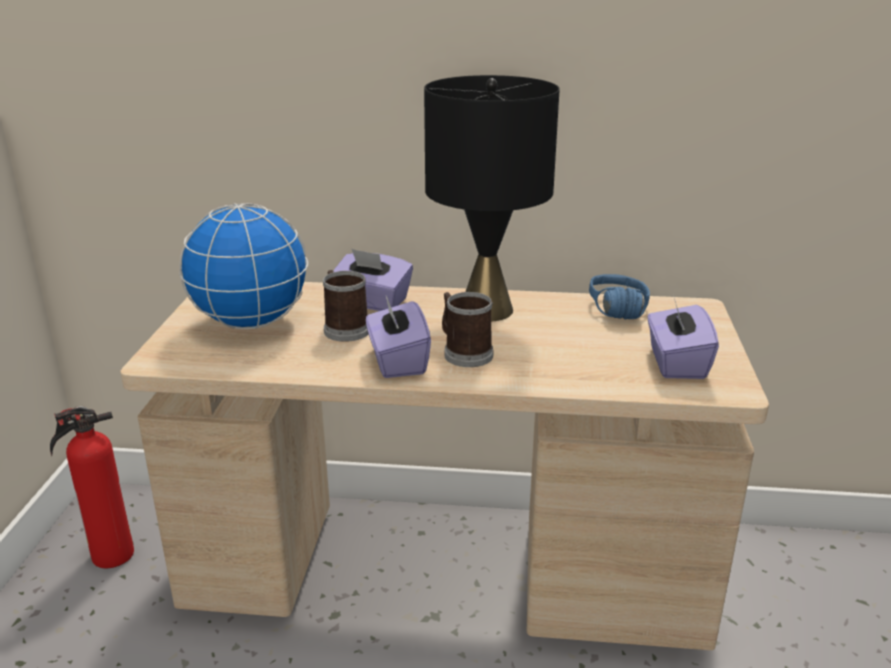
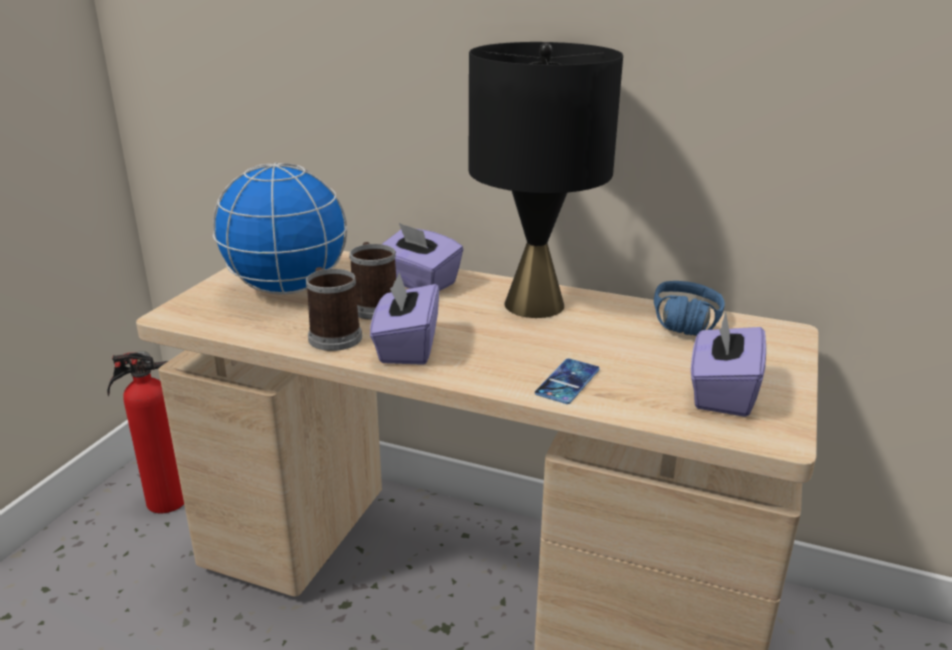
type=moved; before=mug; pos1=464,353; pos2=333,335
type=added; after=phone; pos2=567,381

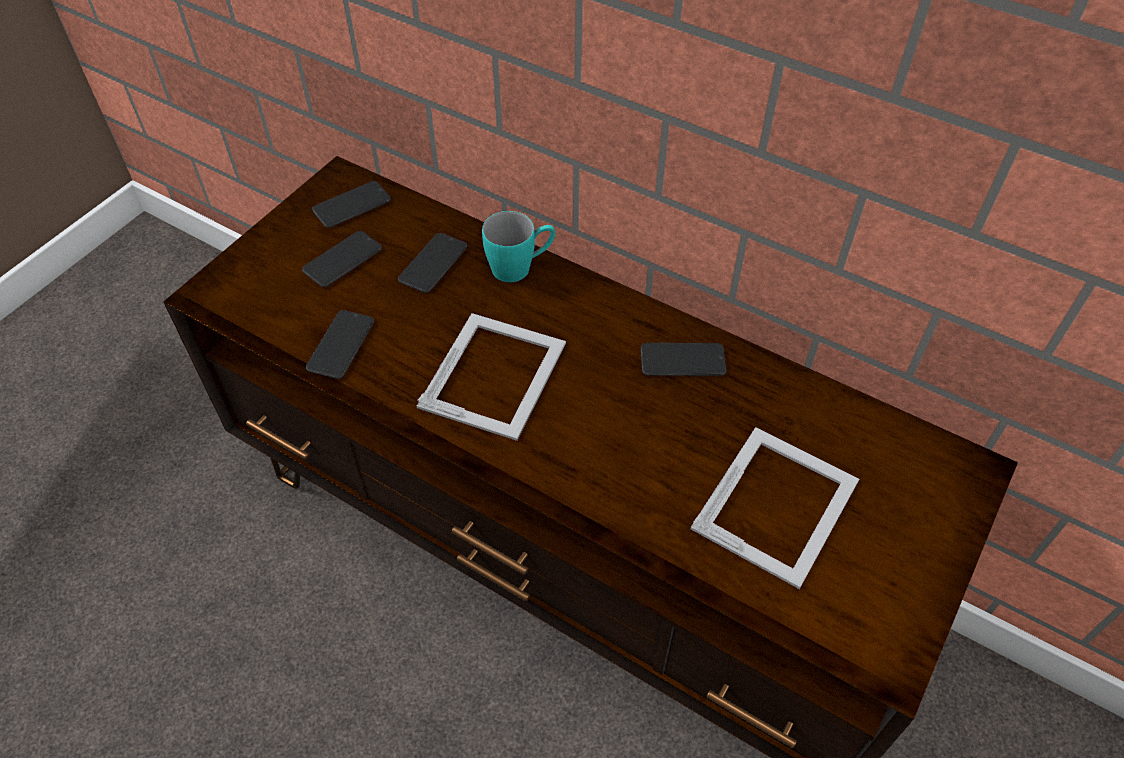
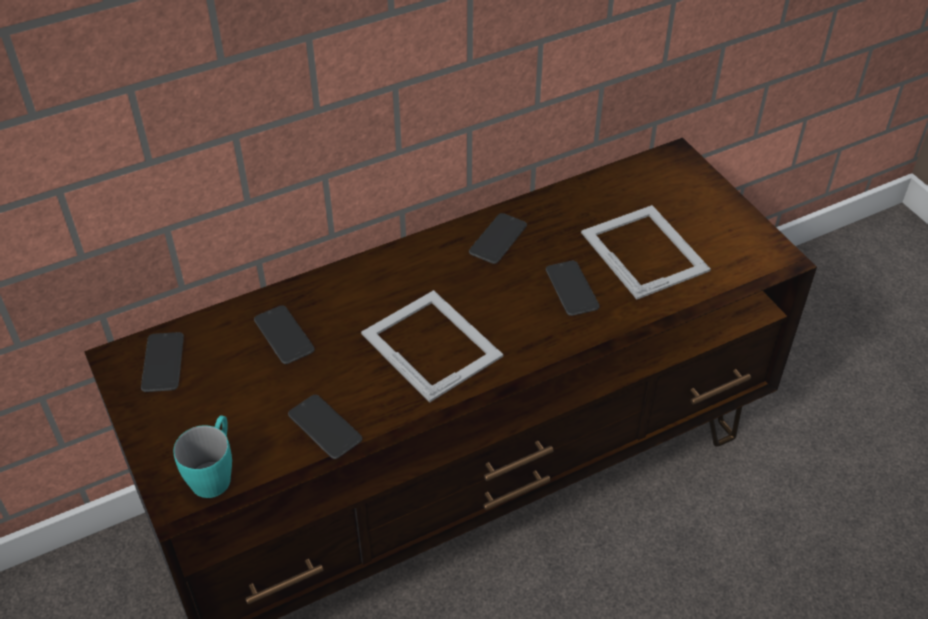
type=moved; before=blue-green mug; pos1=520,267; pos2=215,472
type=moved; before=phone; pos1=342,260; pos2=572,289

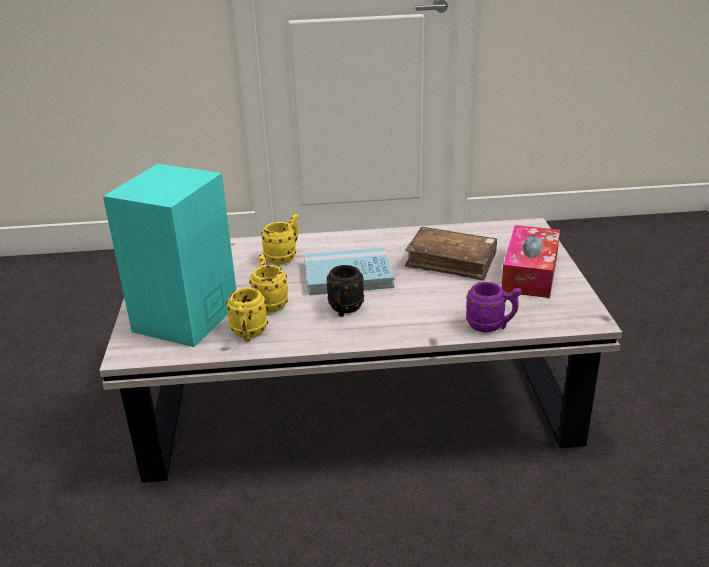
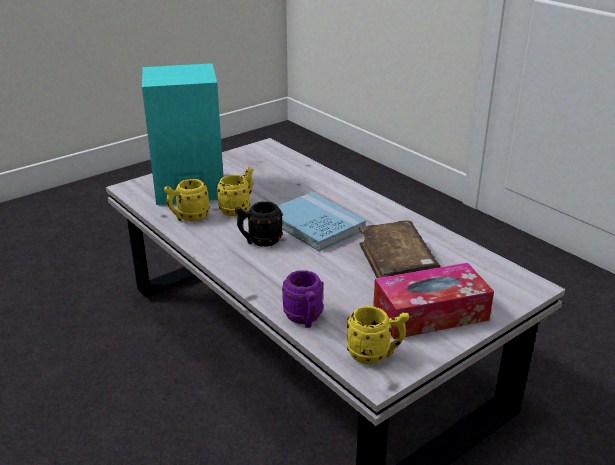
type=moved; before=yellow-coloured mug; pos1=284,257; pos2=375,355

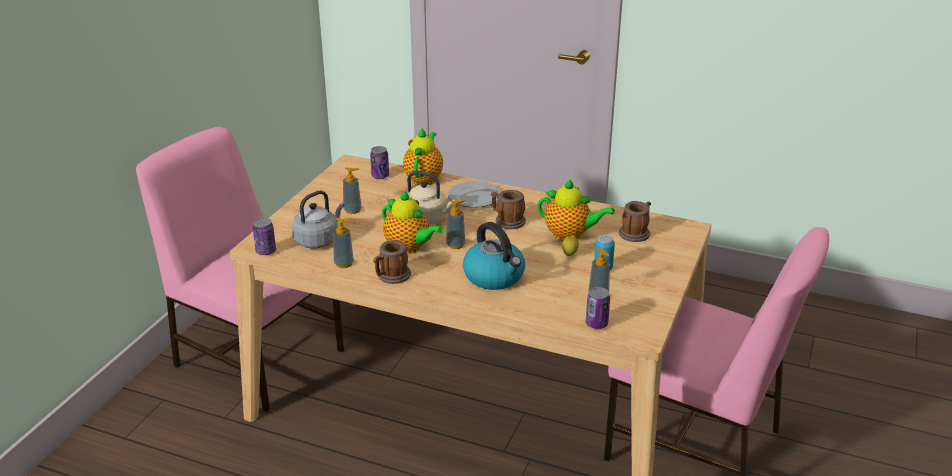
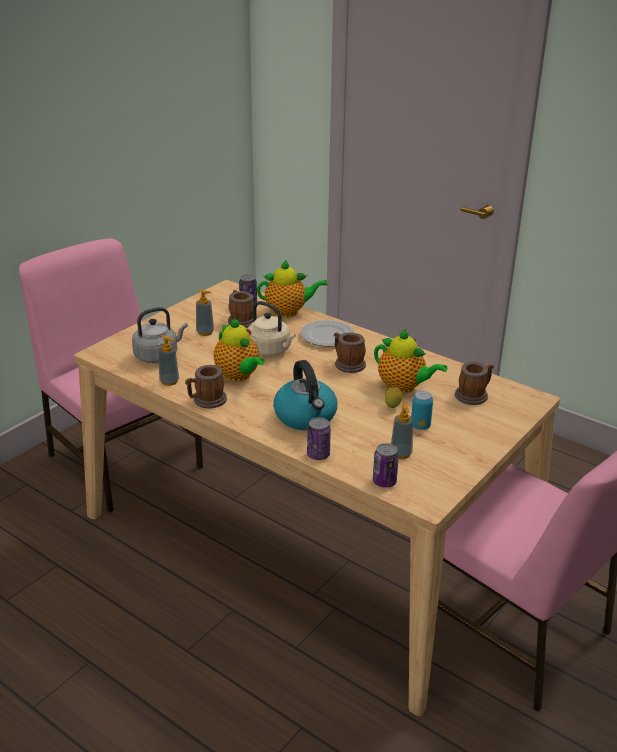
type=turned; before=pot for tea; pos1=424,178; pos2=288,312; turn=60
type=removed; before=soap dispenser; pos1=455,245
type=moved; before=metal can; pos1=266,251; pos2=318,455
type=added; after=mug; pos2=240,320

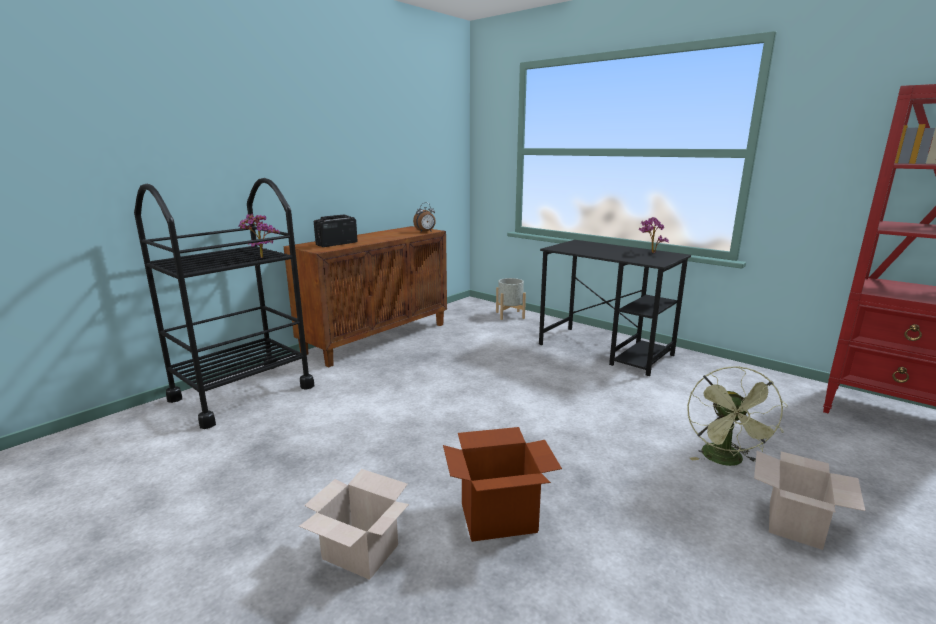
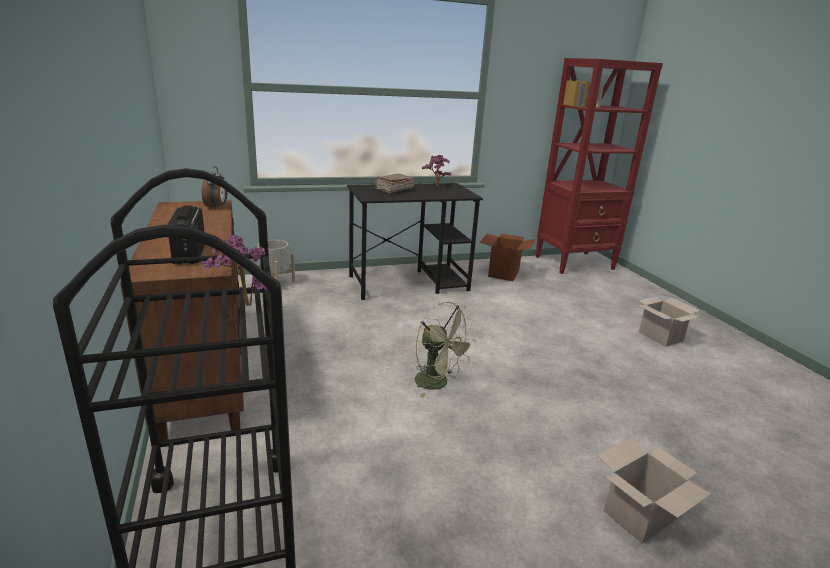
type=moved; before=greenish fan; pos1=726,461; pos2=438,383
type=moved; before=cardboard box; pos1=499,518; pos2=503,273
type=added; after=brown book; pos2=394,189

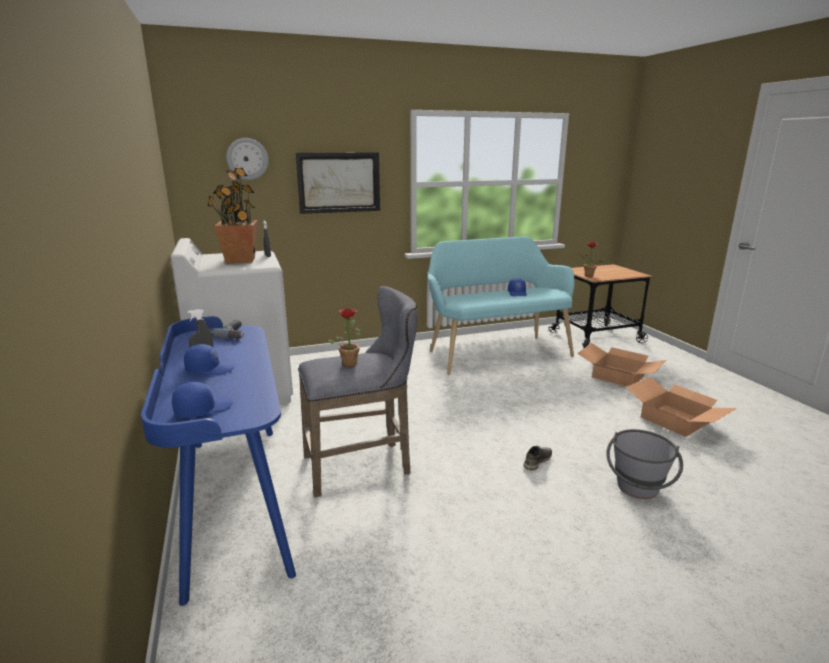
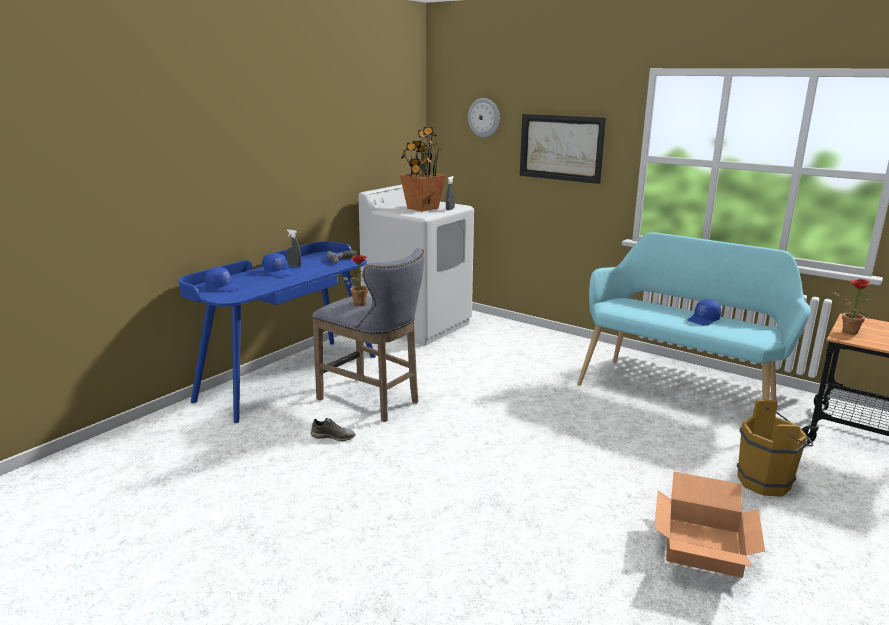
type=replaced; before=cardboard box; after=brown pail; pos1=619,376; pos2=768,483
type=removed; before=grey pail; pos1=637,492
type=moved; before=grey shoe; pos1=536,461; pos2=333,436

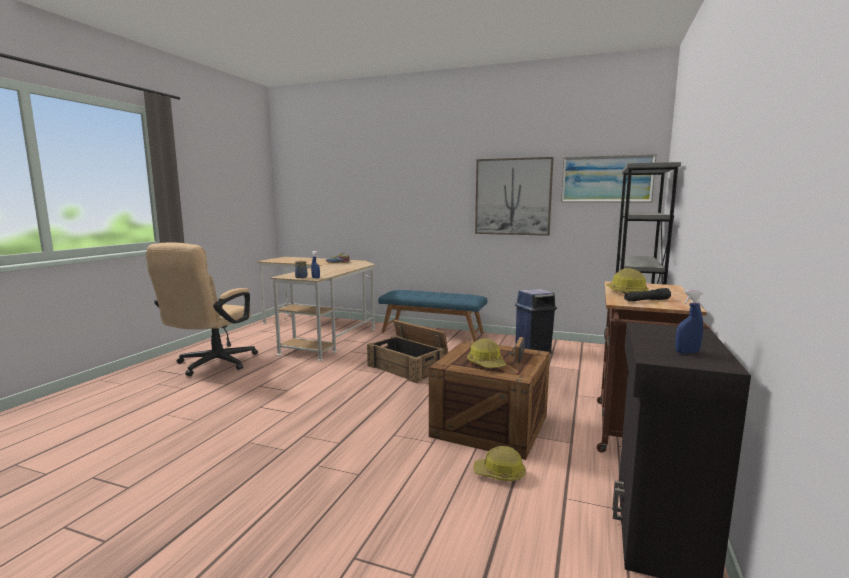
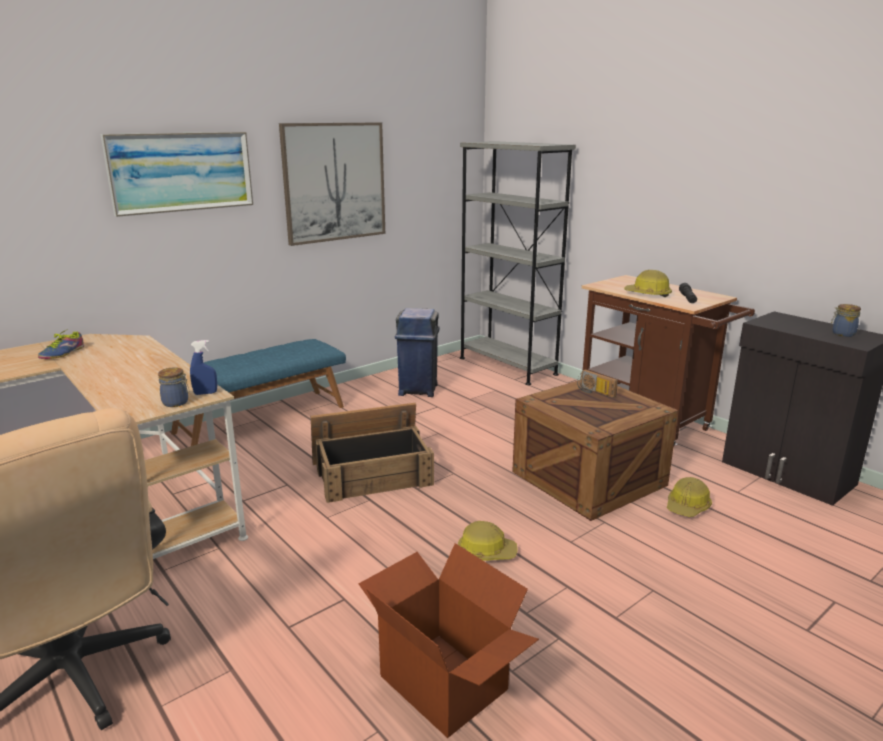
type=moved; before=wall art; pos1=606,179; pos2=181,172
type=replaced; before=blue-coloured hand sprayer; after=storage jar; pos1=687,352; pos2=842,334
type=moved; before=safety helmet; pos1=486,363; pos2=486,552
type=added; after=cardboard box; pos2=445,681

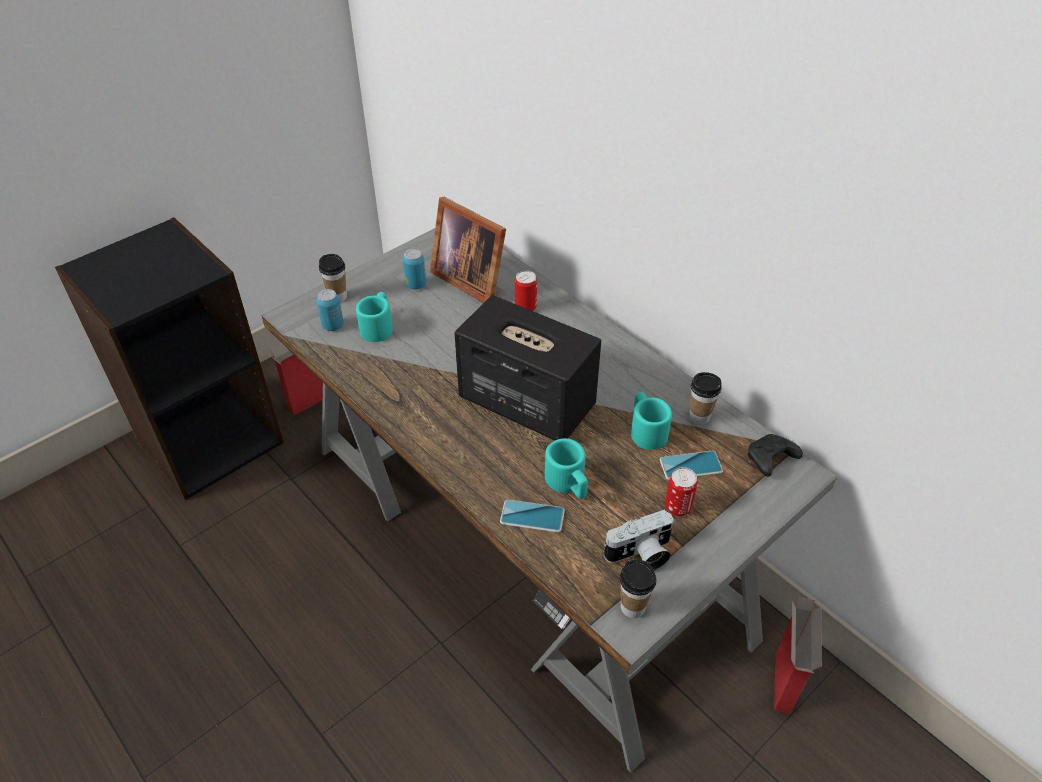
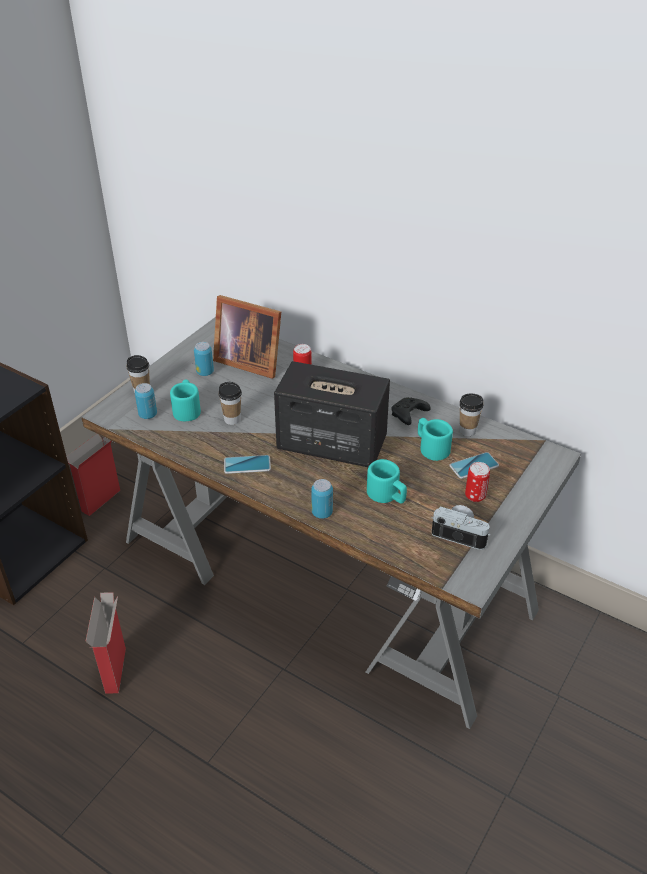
type=moved; before=black gamepad; pos1=770,460; pos2=408,416
type=moved; before=phone; pos1=532,516; pos2=247,465
type=turned; before=still camera; pos1=640,555; pos2=460,534; turn=-120
type=moved; before=drinking cup; pos1=633,607; pos2=232,419
type=moved; before=cardboard box; pos1=782,684; pos2=115,671
type=added; after=metal can; pos2=322,513

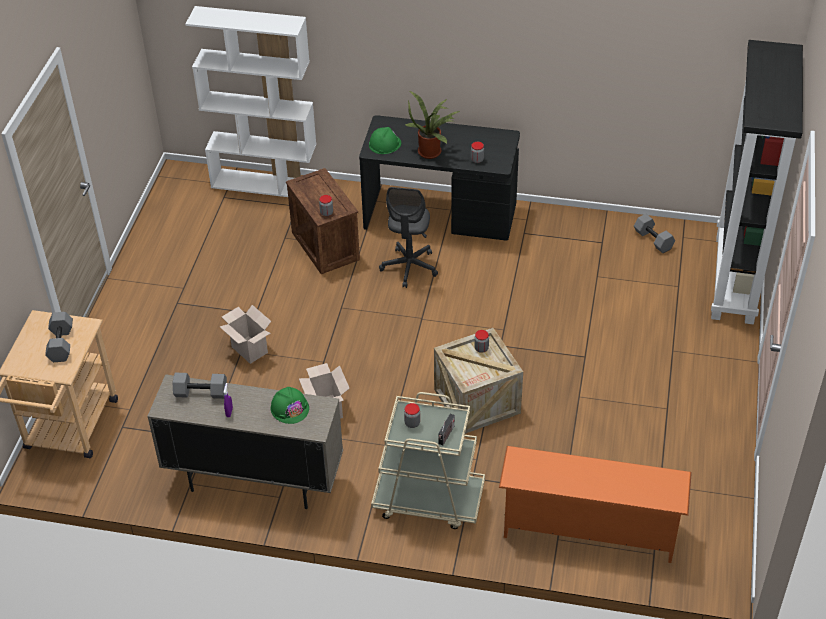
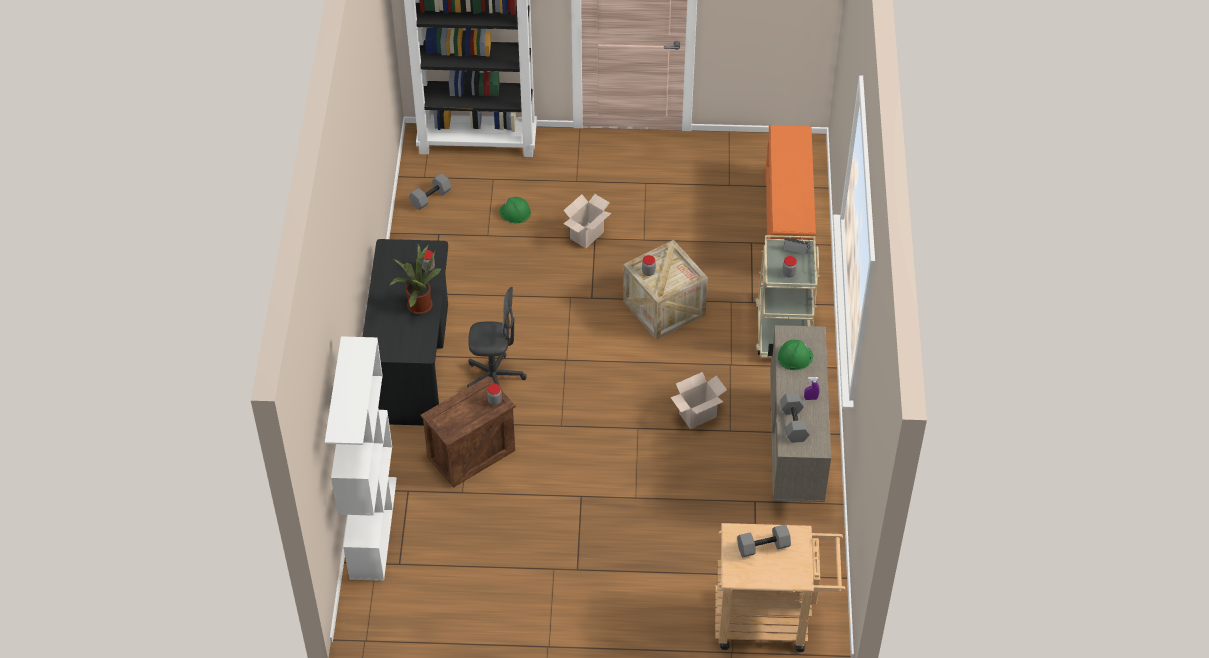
type=moved; before=greenish safety helmet; pos1=384,144; pos2=515,212
type=moved; before=cardboard box; pos1=248,350; pos2=587,236

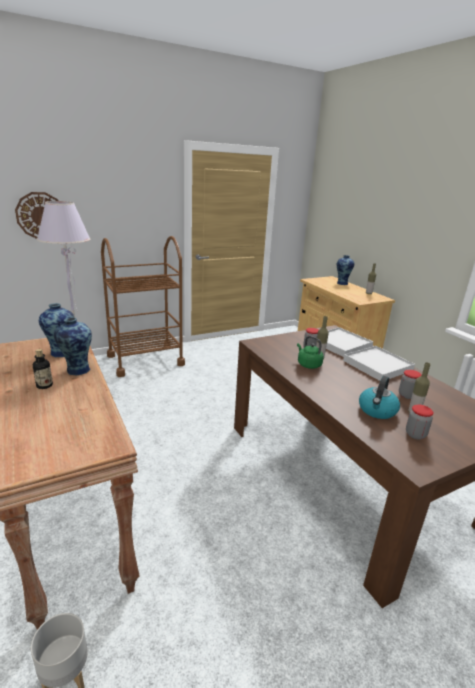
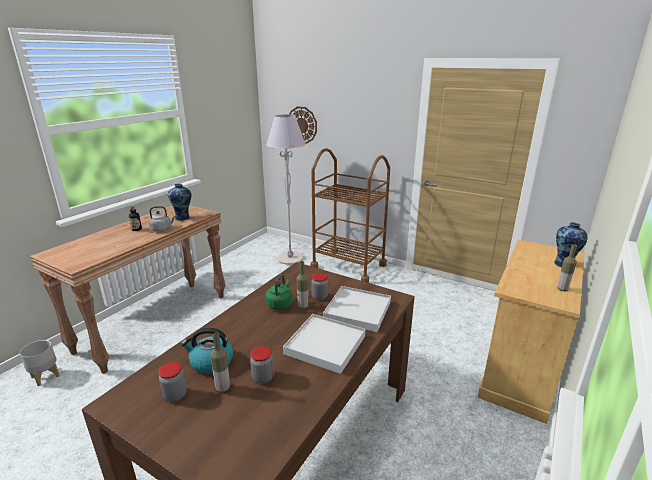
type=replaced; before=decorative vase; after=grey kettle; pos1=77,370; pos2=162,229

